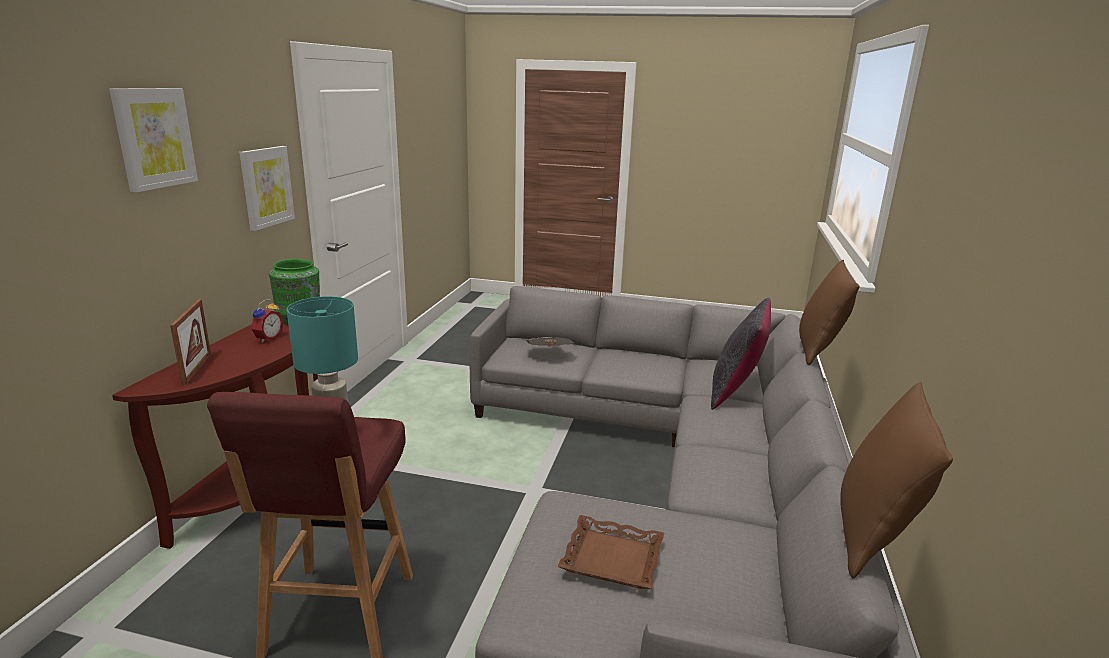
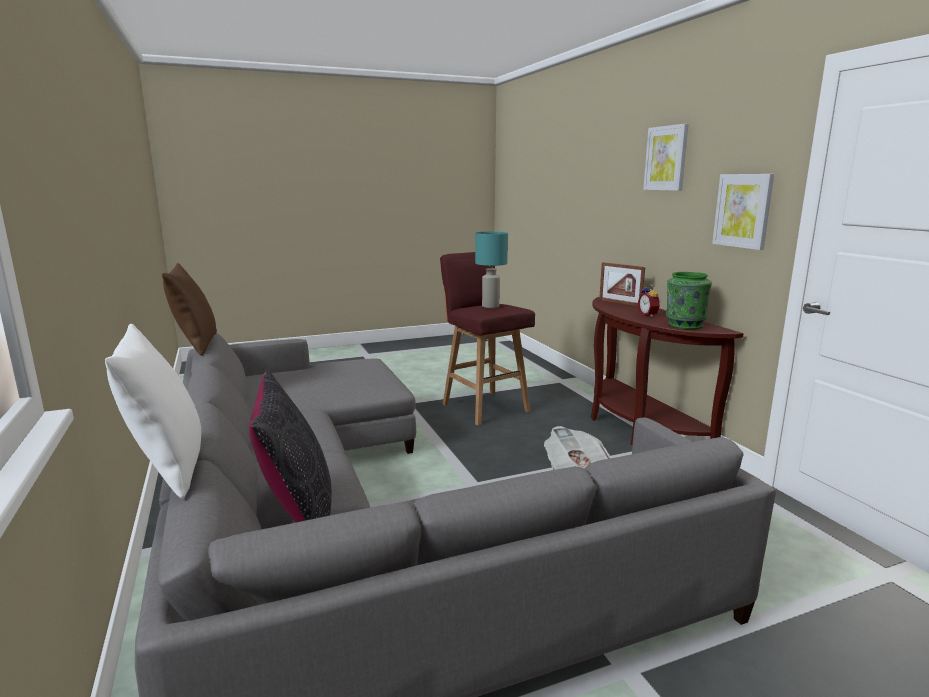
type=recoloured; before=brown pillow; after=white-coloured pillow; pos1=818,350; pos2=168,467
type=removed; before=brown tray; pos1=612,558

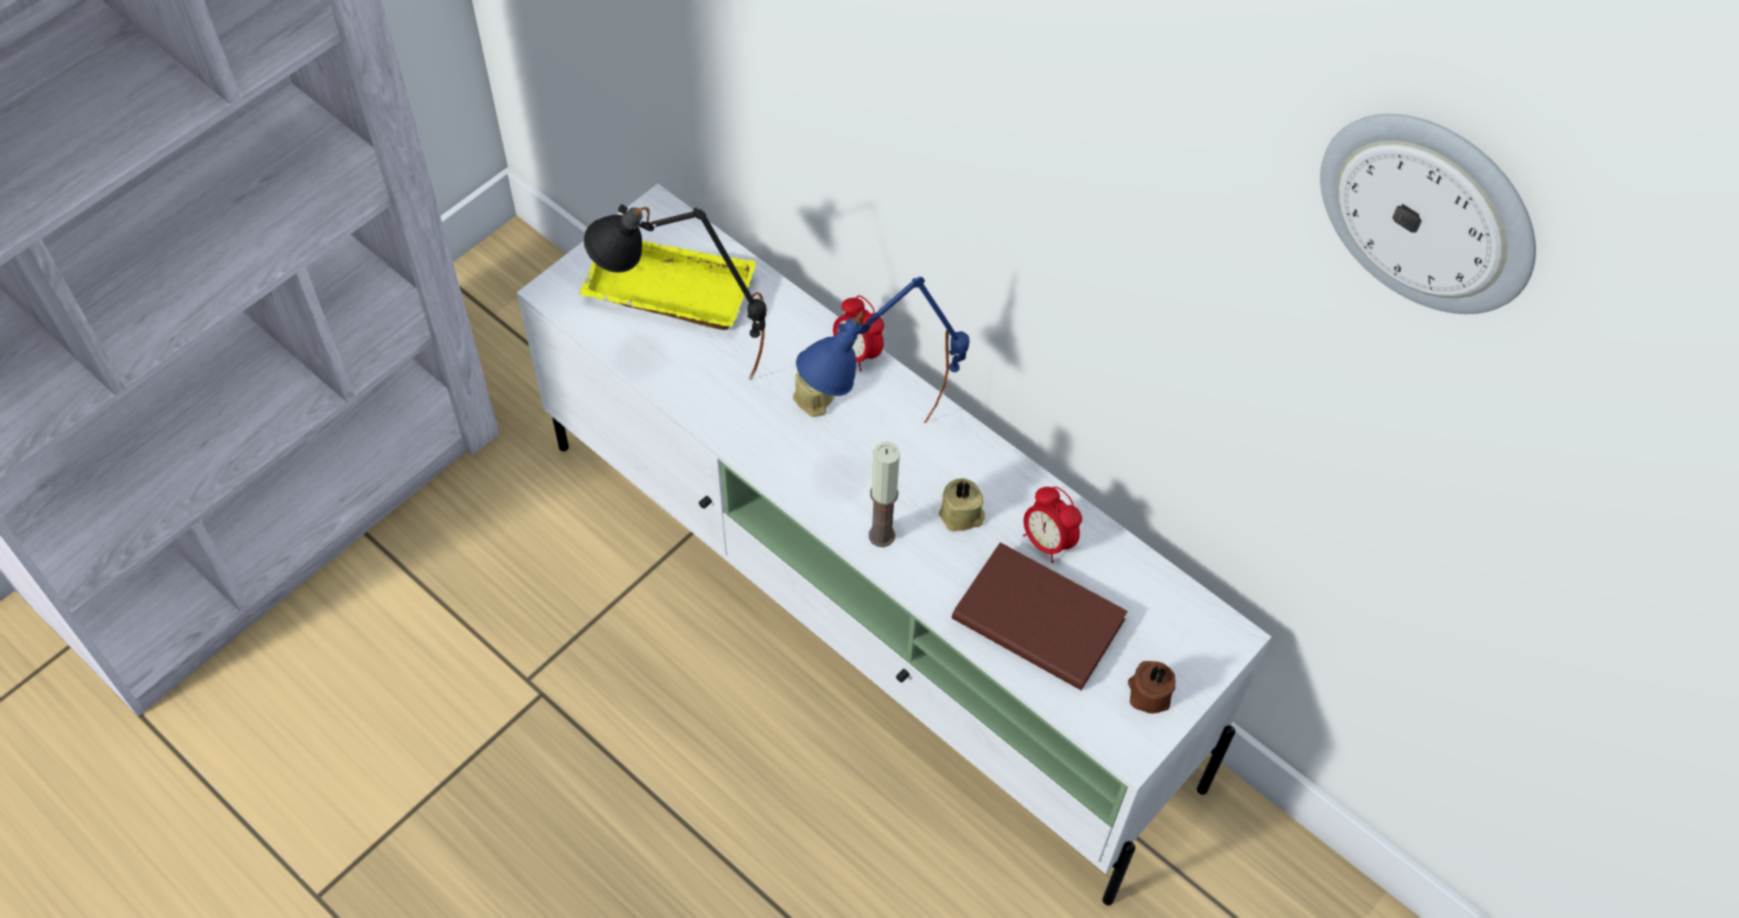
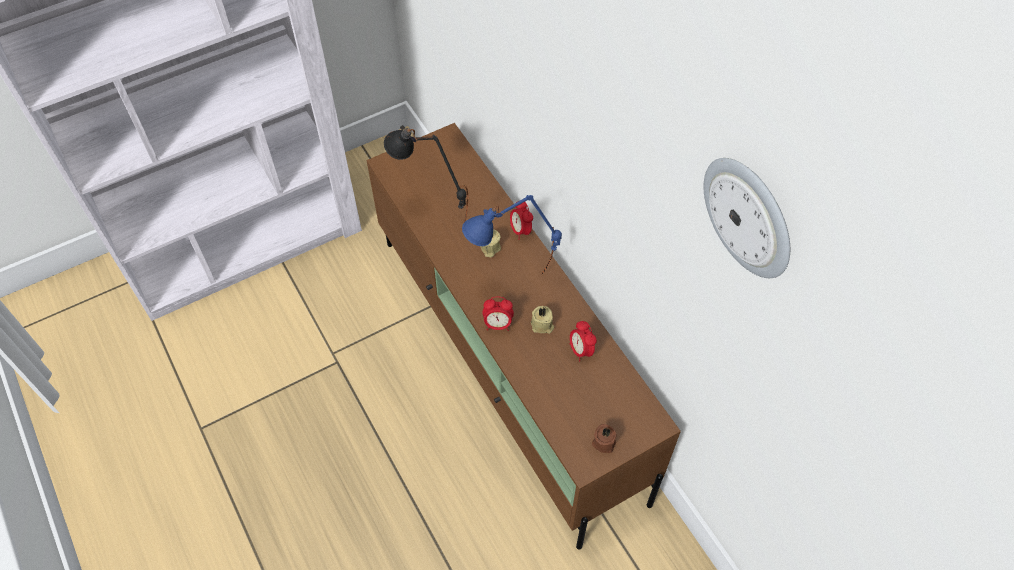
type=recoloured; before=white-coloured tv stand; after=brown tv stand; pos1=868,613; pos2=509,366
type=removed; before=yellow-coloured tray; pos1=666,294
type=replaced; before=wax candle; after=bedside clock; pos1=881,535; pos2=498,324
type=removed; before=brown book; pos1=1038,615

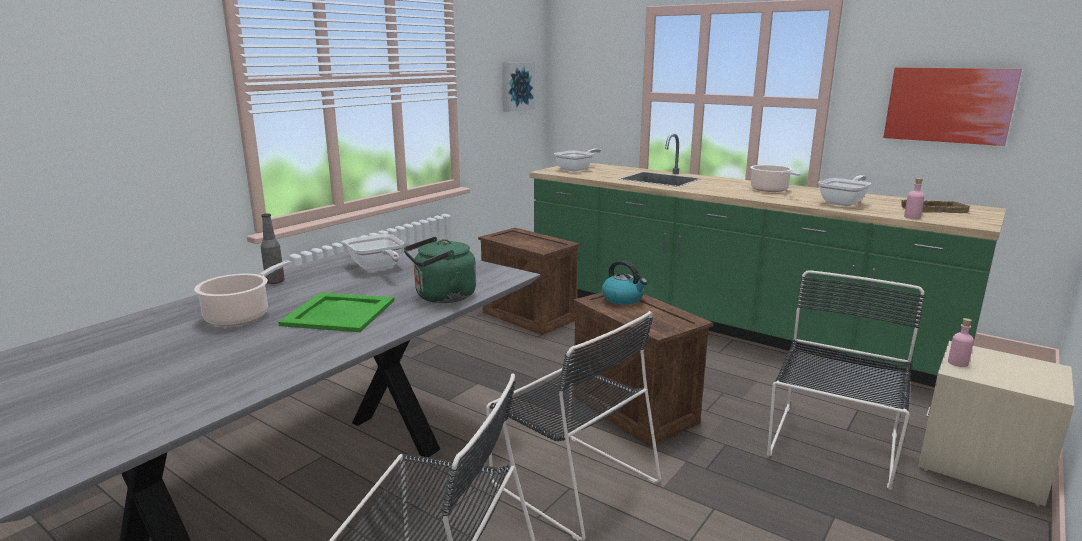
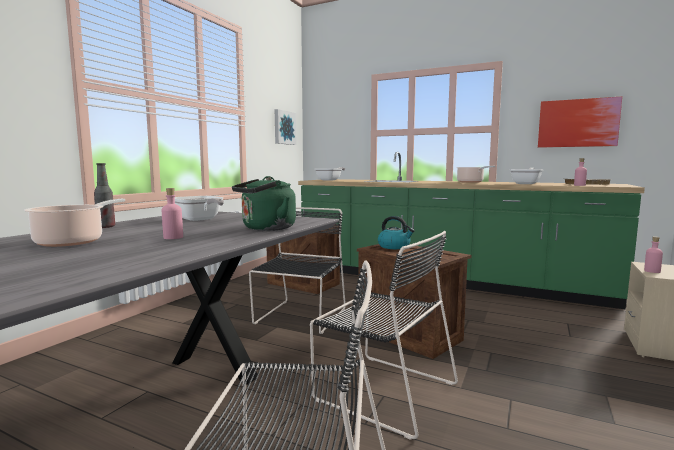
type=moved; before=black upright chair; pos1=832,447; pos2=300,317
type=replaced; before=greenish tray; after=pink drink bottle; pos1=338,313; pos2=173,237

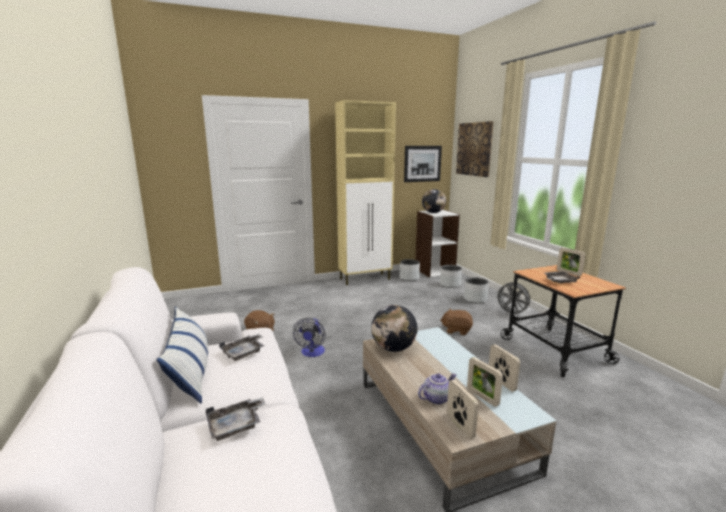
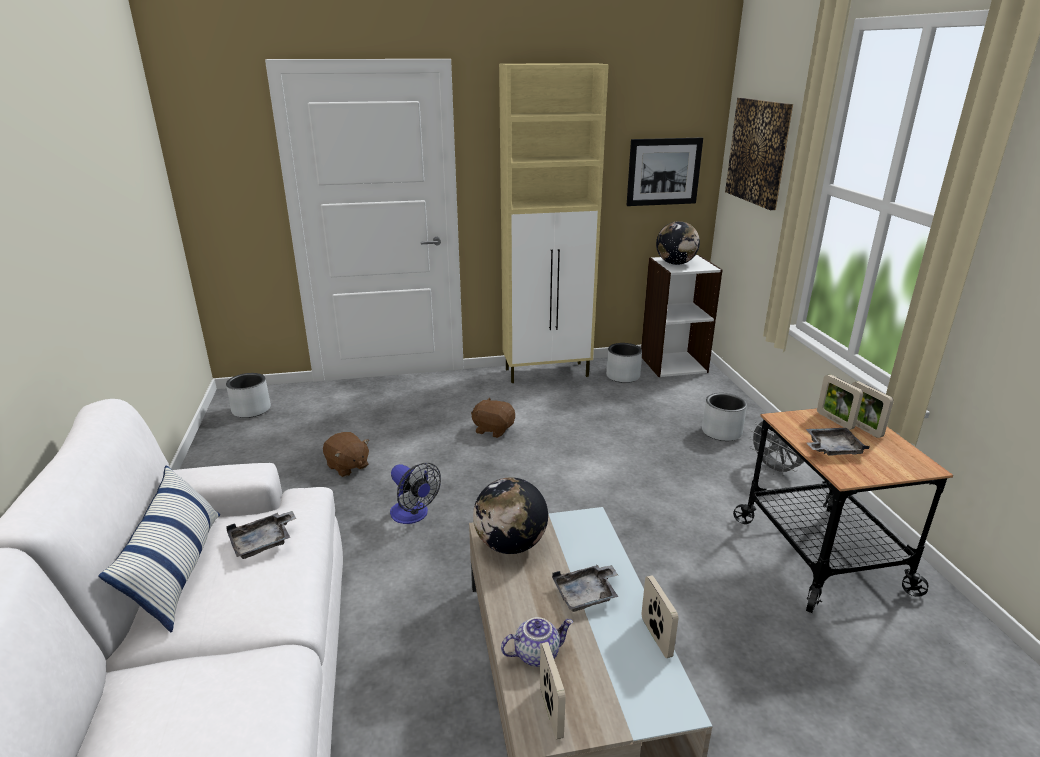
type=moved; before=grey plant pot; pos1=450,285; pos2=251,410
type=moved; before=brown plush toy; pos1=456,330; pos2=493,429
type=turned; before=fan; pos1=312,353; pos2=413,515; turn=-60
type=moved; before=photo frame; pos1=482,397; pos2=834,420
type=moved; before=grey tray; pos1=236,425; pos2=586,595

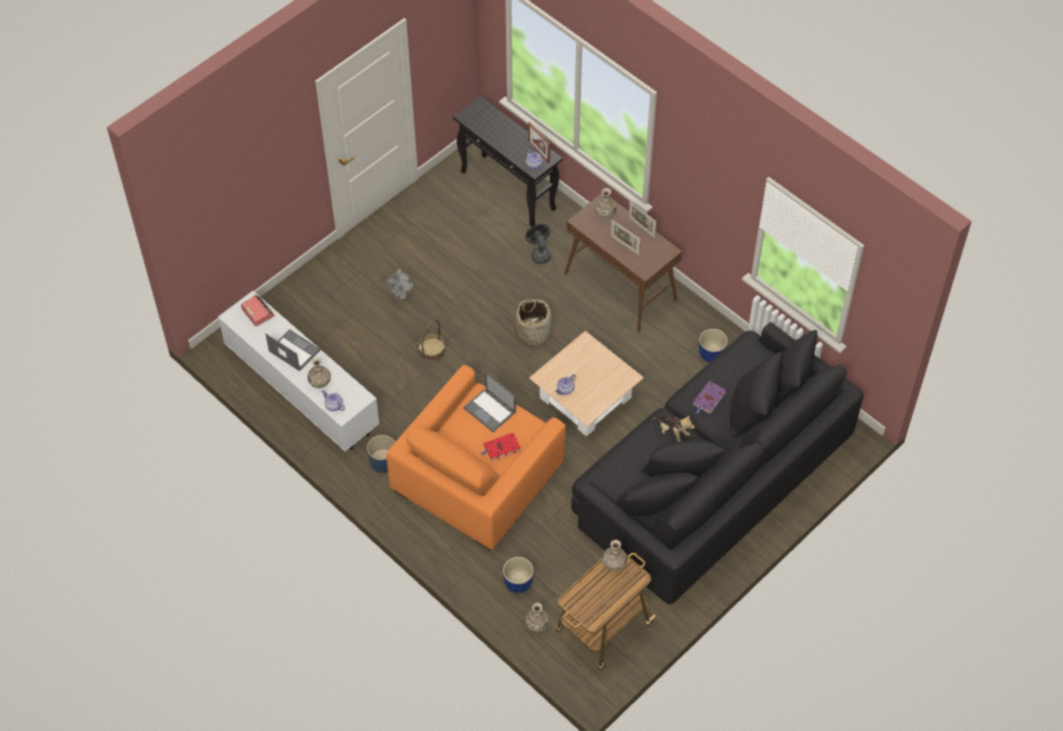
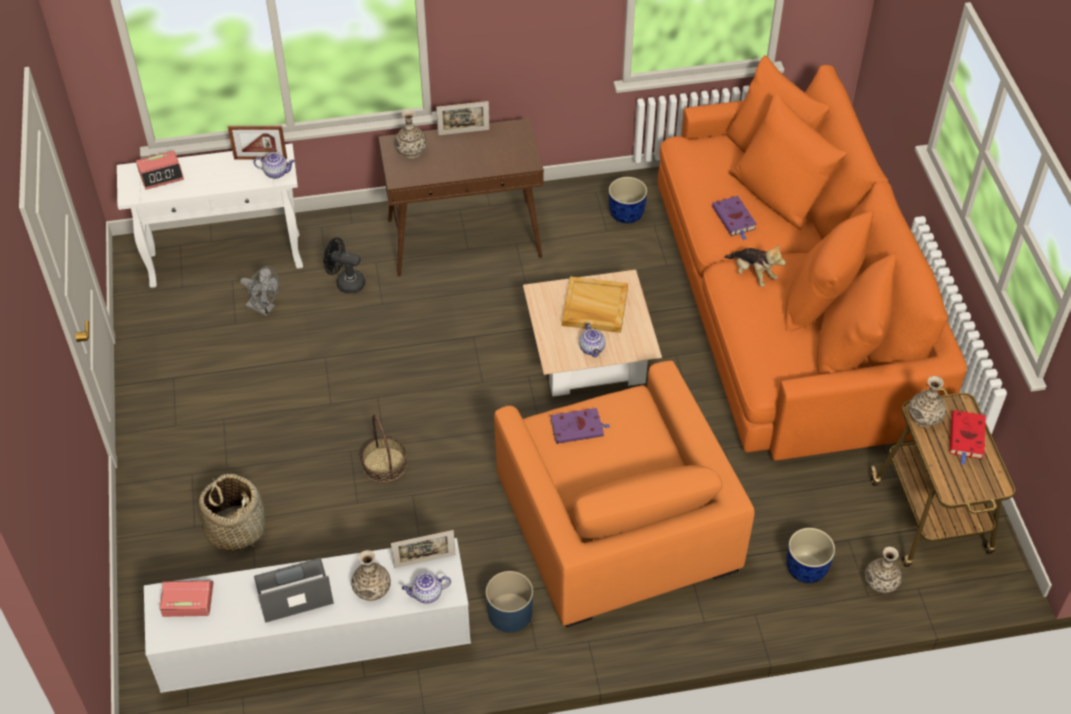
type=recoloured; before=black narrow table; after=white-coloured narrow table; pos1=509,191; pos2=227,260
type=moved; before=photo frame; pos1=624,245; pos2=424,561
type=moved; before=grey fan; pos1=401,295; pos2=264,308
type=moved; before=storage basket; pos1=533,333; pos2=236,529
type=recoloured; before=black couch; after=orange-coloured couch; pos1=711,476; pos2=790,303
type=replaced; before=laptop; after=purple-coloured book; pos1=490,410; pos2=578,428
type=turned; before=plush toy; pos1=672,431; pos2=752,274; turn=60
type=moved; before=reddish book; pos1=501,448; pos2=967,438
type=added; after=bedside clock; pos2=161,174
type=added; after=beige tray; pos2=594,307

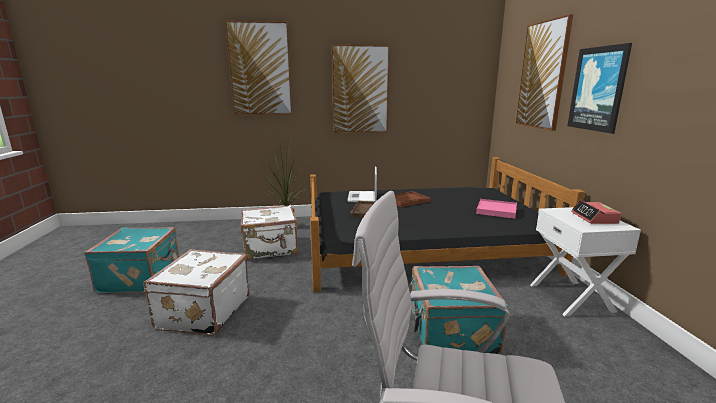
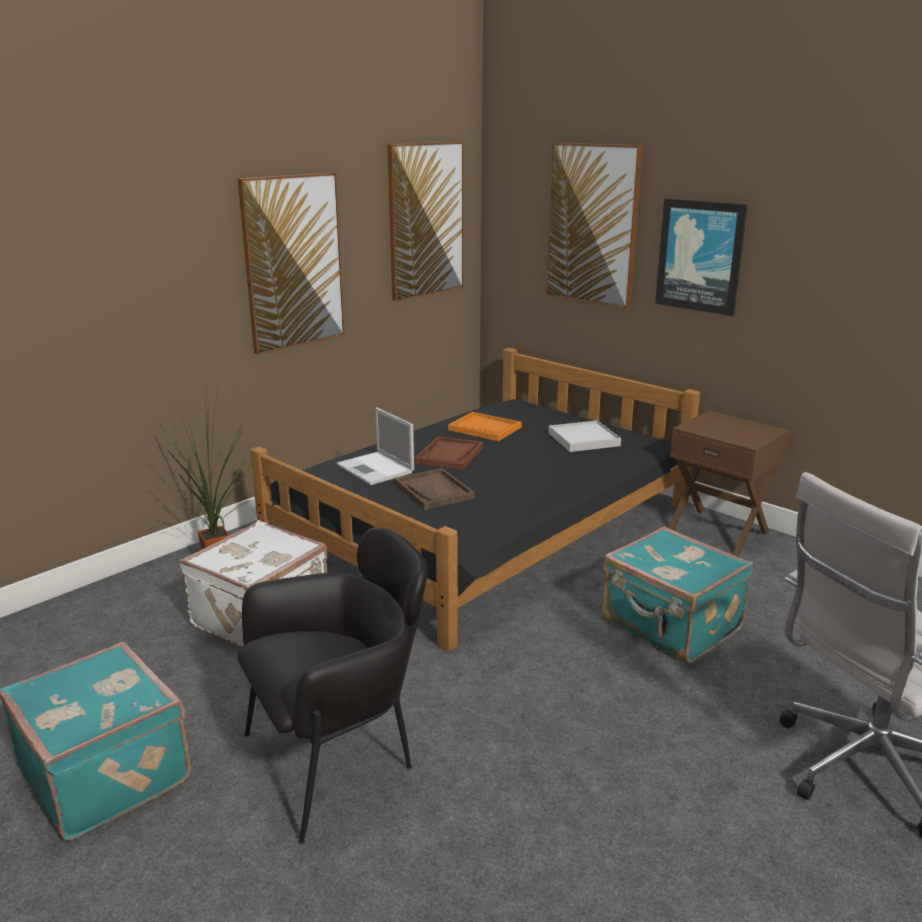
type=moved; before=wall art; pos1=260,69; pos2=425,220
type=recoloured; before=pink tray; after=white-coloured tray; pos1=496,210; pos2=583,439
type=removed; before=bedside clock; pos1=594,218
type=recoloured; before=white-coloured bedside table; after=brown bedside table; pos1=572,297; pos2=718,531
type=replaced; before=white-coloured travel case; after=black armchair; pos1=202,312; pos2=340,759
type=added; after=orange-coloured tray; pos2=485,428

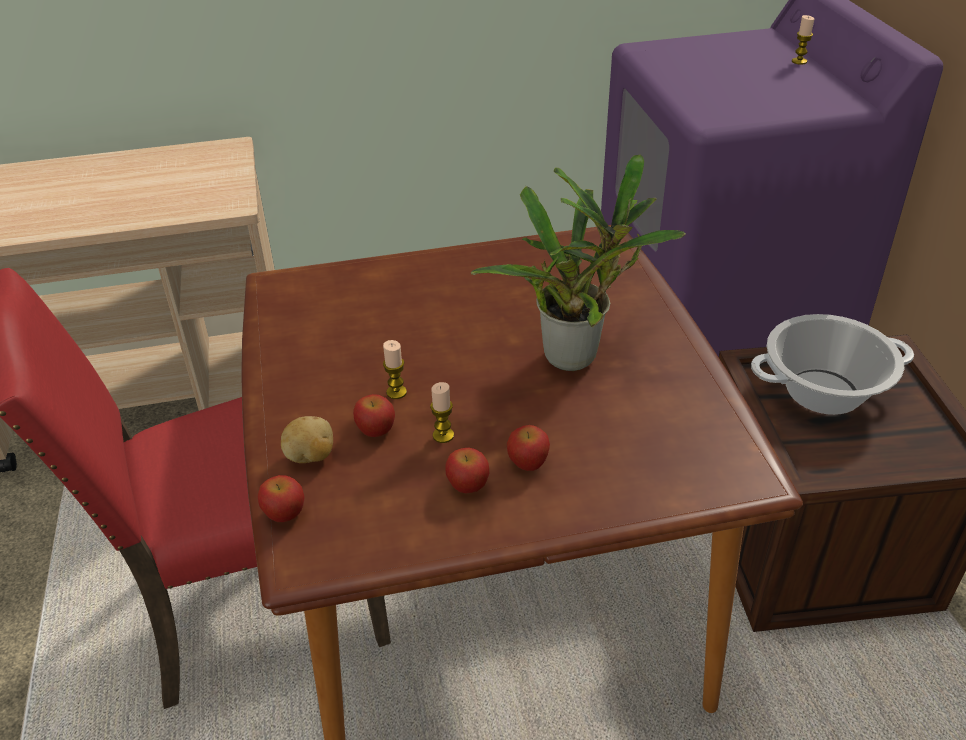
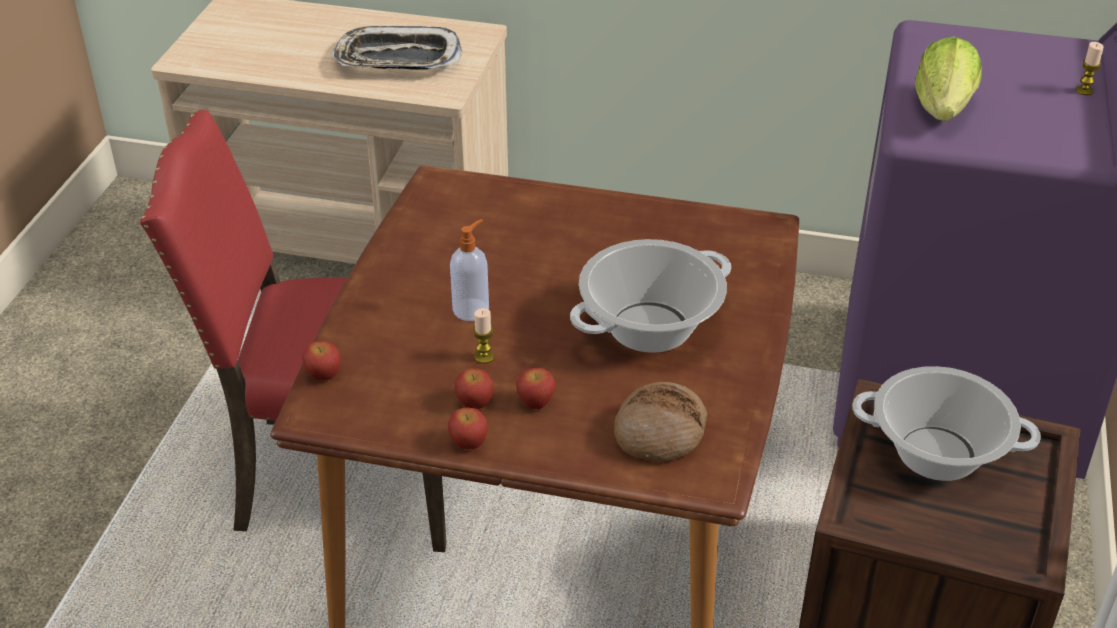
type=replaced; before=houseplant; after=cooking pot; pos1=577,355; pos2=649,327
type=replaced; before=wax candle; after=soap dispenser; pos1=396,392; pos2=472,309
type=moved; before=apple; pos1=375,430; pos2=468,442
type=removed; before=whole potato; pos1=310,456
type=added; after=tray; pos2=397,59
type=added; after=lettuce; pos2=943,109
type=added; after=bakery bread; pos2=660,432

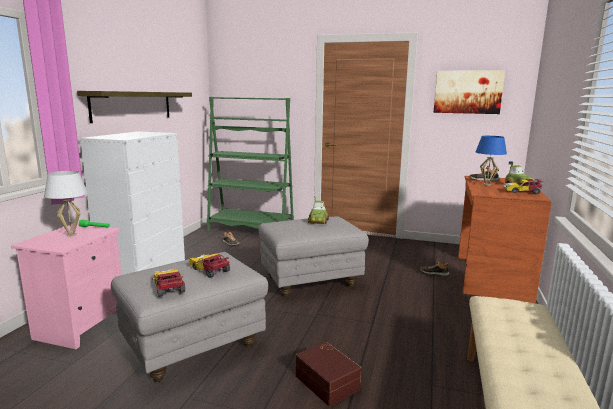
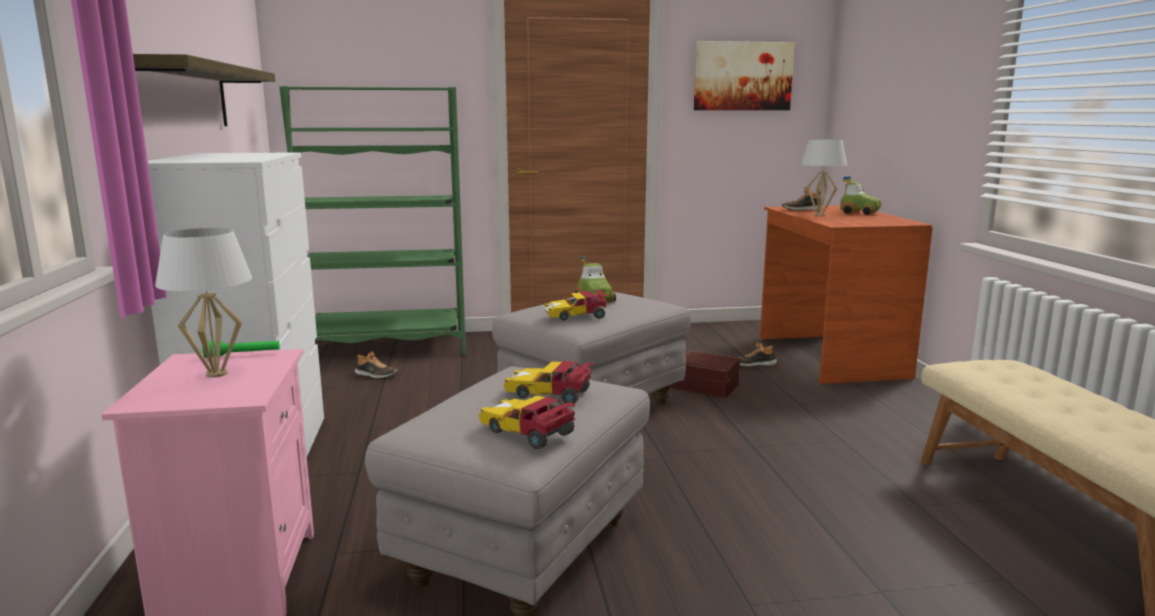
type=recoloured; before=blue-coloured table lamp; after=white-coloured table lamp; pos1=486,184; pos2=819,214
type=moved; before=toy car; pos1=522,192; pos2=577,316
type=moved; before=brown storage bin; pos1=328,382; pos2=704,385

